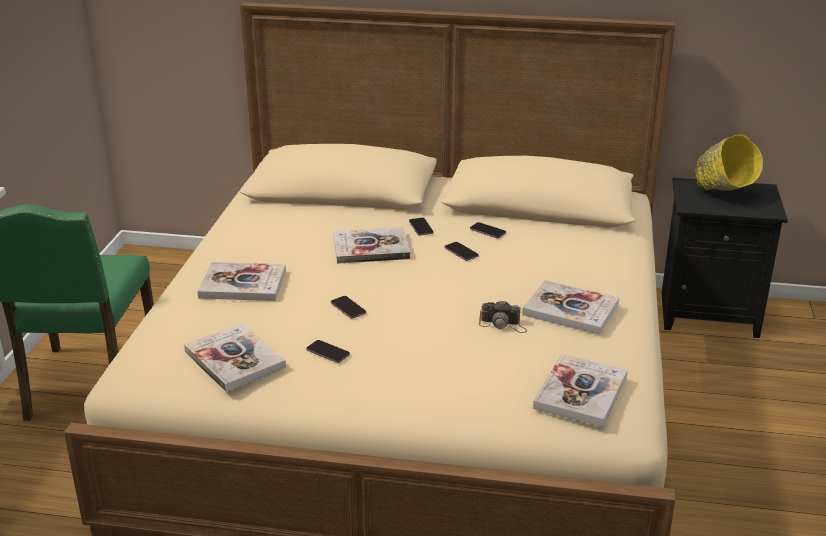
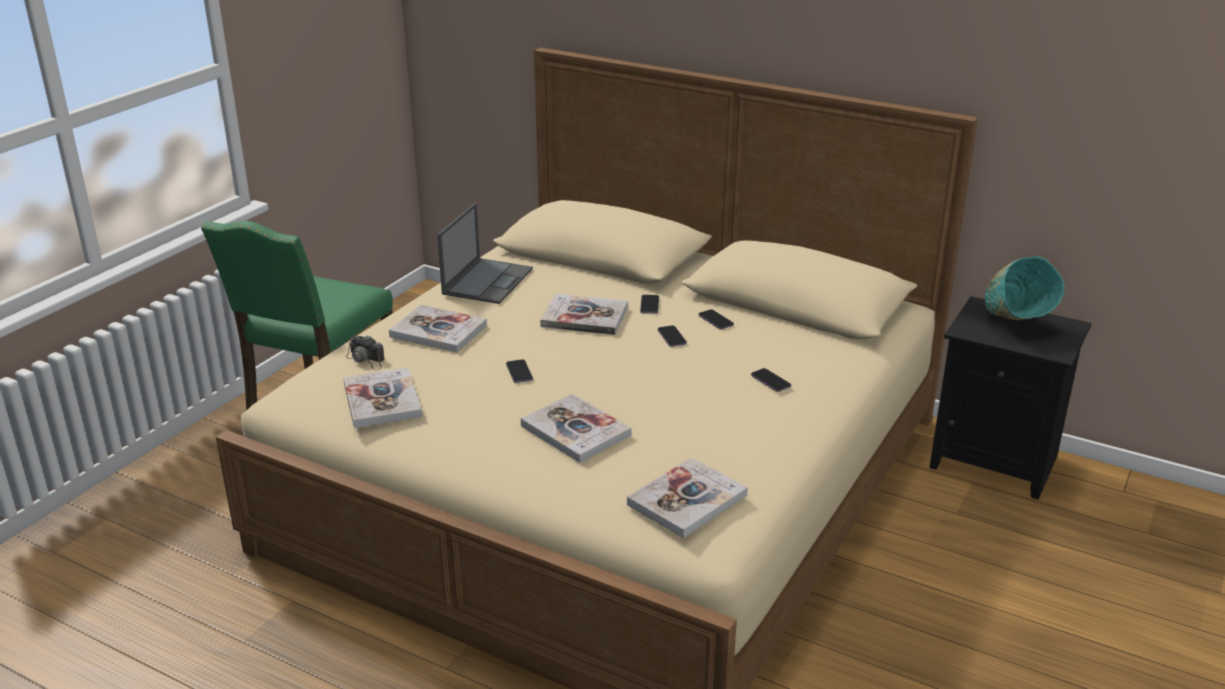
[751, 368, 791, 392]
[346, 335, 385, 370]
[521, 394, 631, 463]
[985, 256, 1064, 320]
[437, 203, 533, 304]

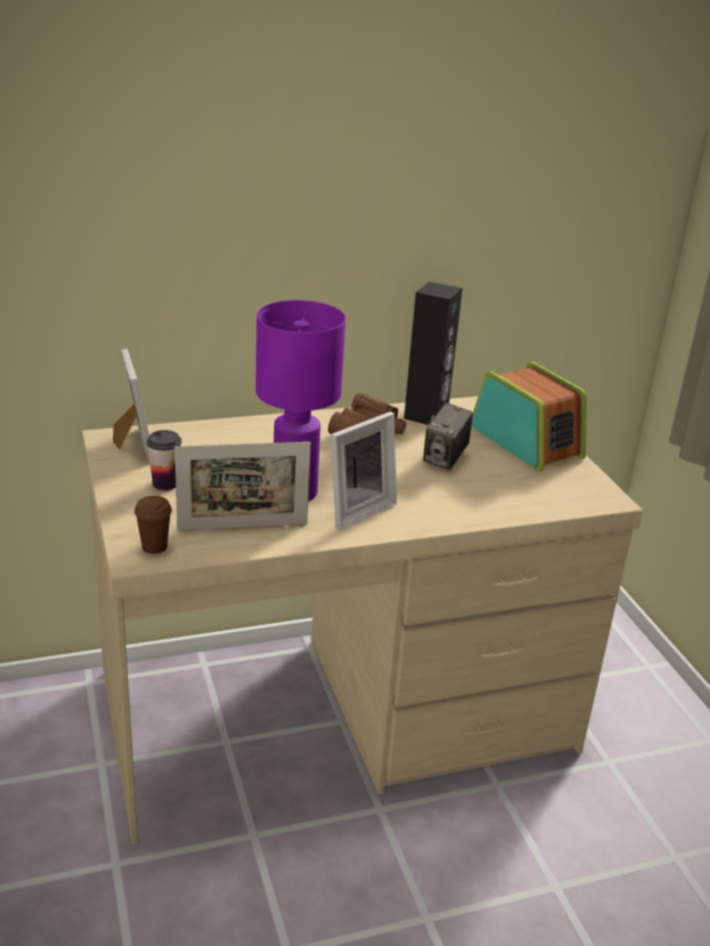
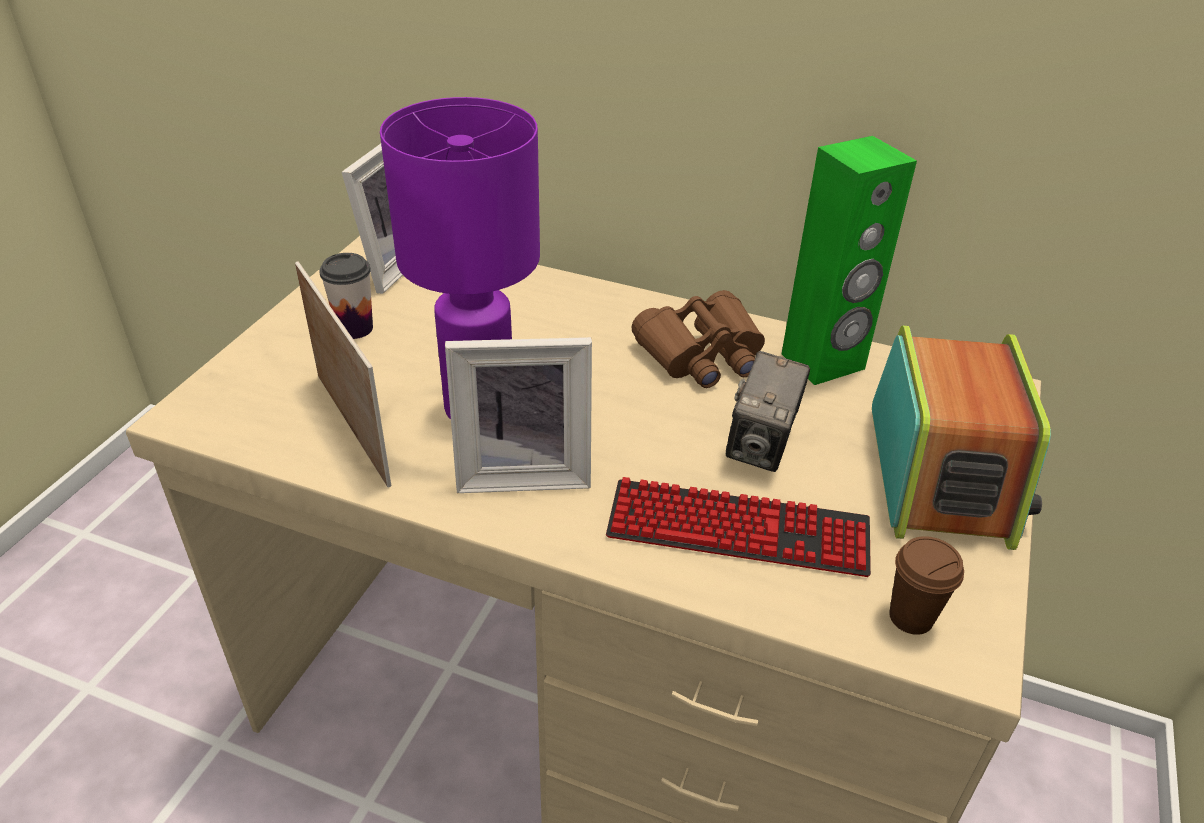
[889, 536, 964, 635]
[295, 261, 391, 488]
[782, 136, 917, 385]
[726, 351, 810, 472]
[606, 477, 871, 577]

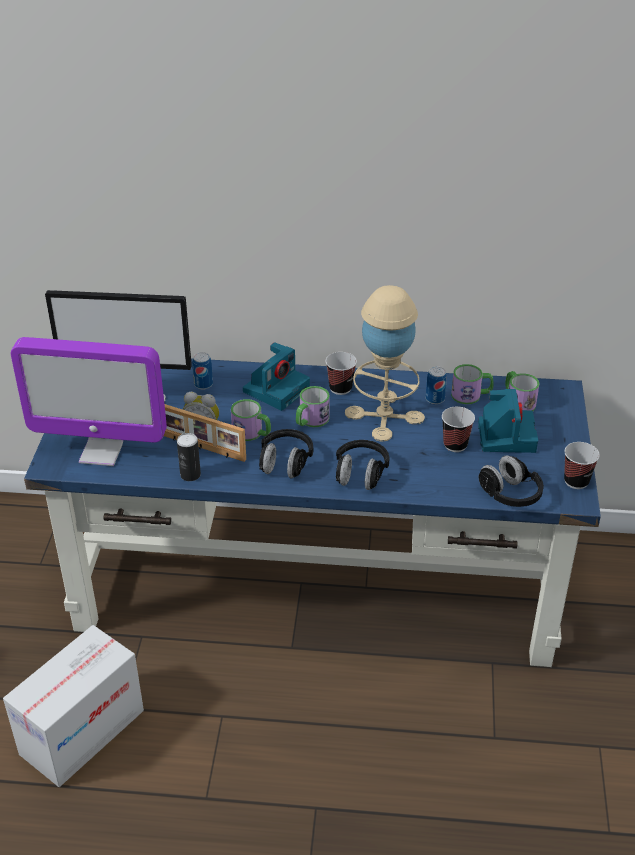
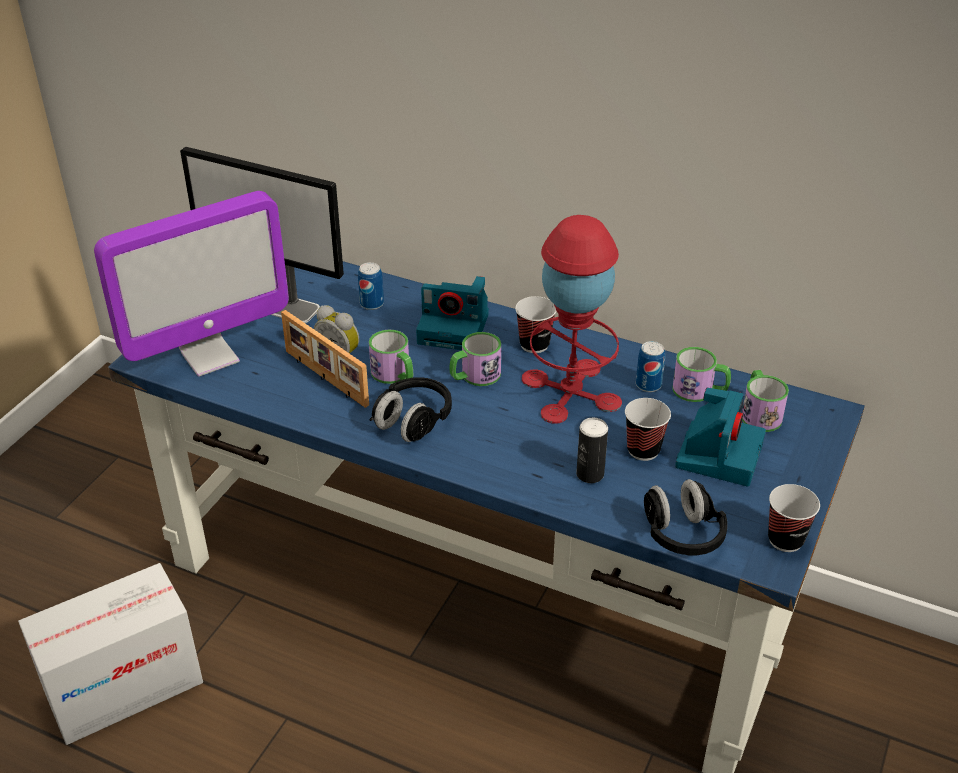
[94, 191, 289, 377]
[576, 418, 608, 483]
[416, 276, 489, 350]
[336, 440, 389, 490] (first image)
[522, 215, 622, 424]

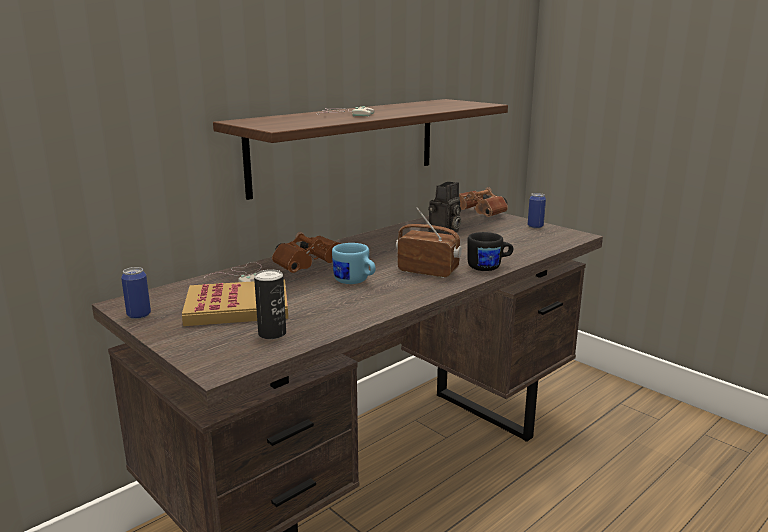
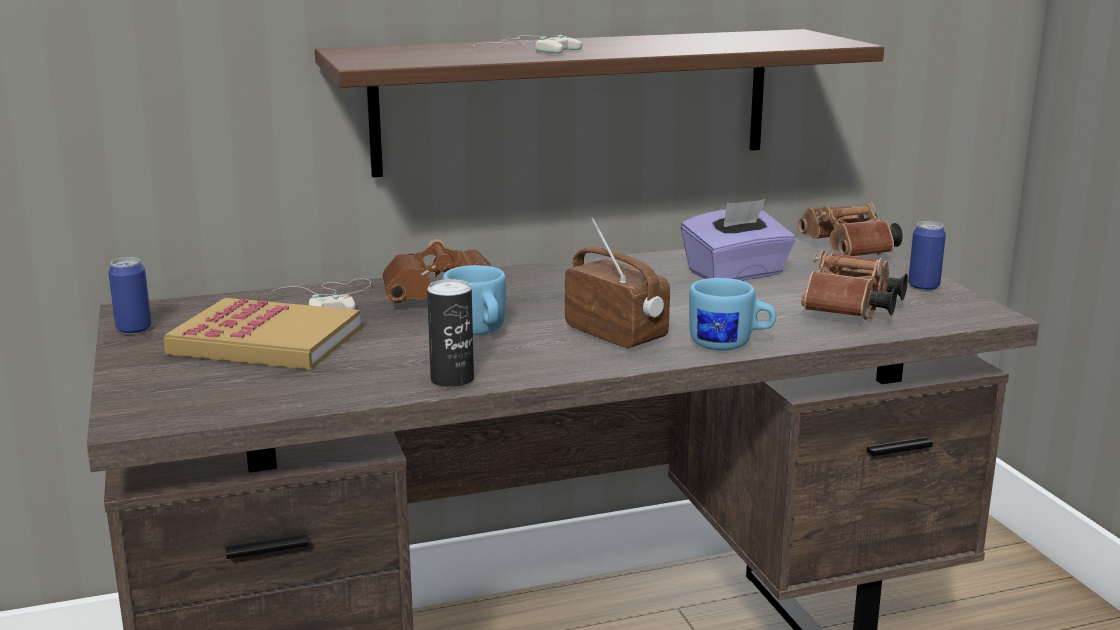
[427, 279, 474, 388]
[681, 199, 796, 281]
[689, 278, 776, 350]
[801, 250, 908, 320]

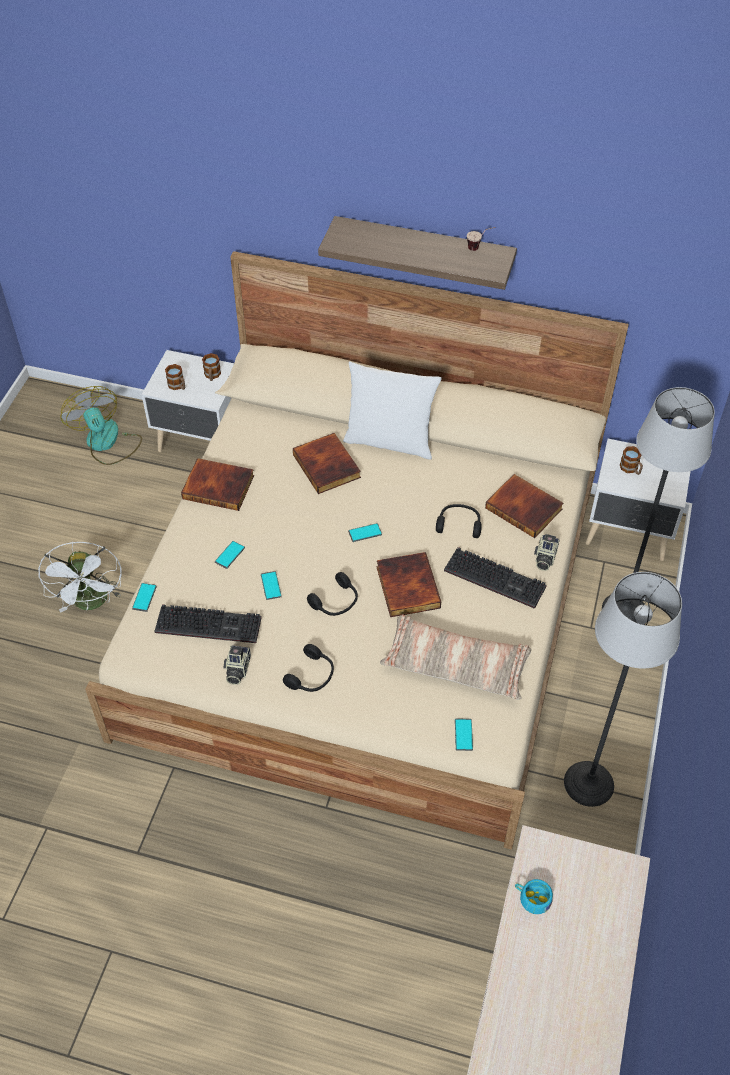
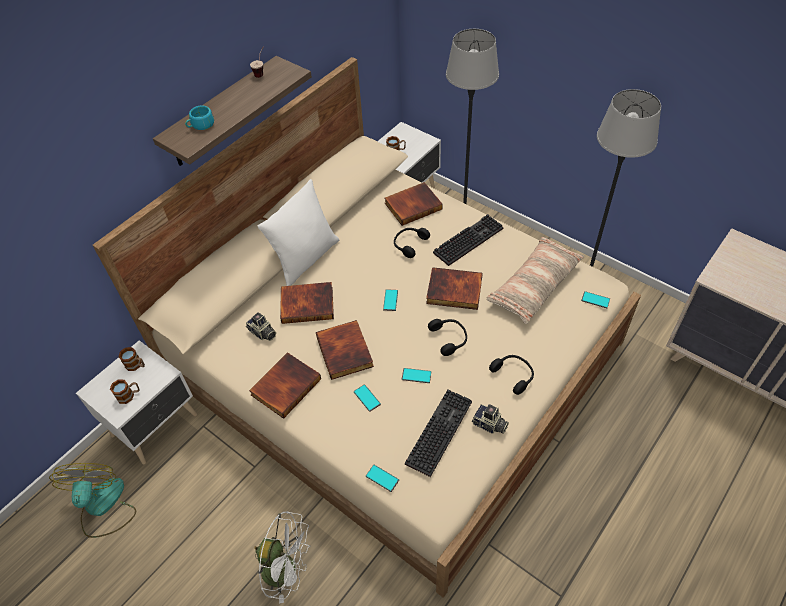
[49, 463, 136, 538]
[185, 105, 214, 130]
[246, 312, 276, 341]
[316, 320, 374, 380]

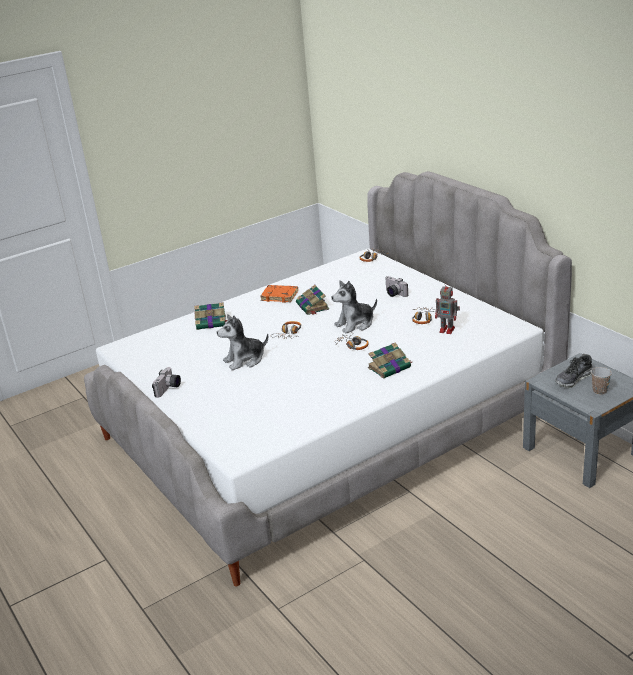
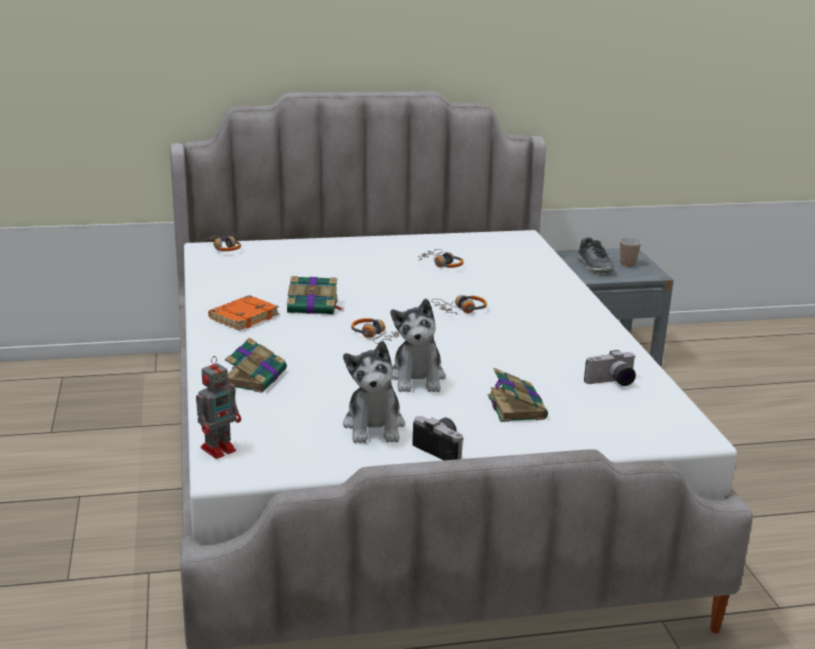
[343, 341, 405, 443]
[488, 368, 548, 422]
[584, 350, 636, 386]
[196, 356, 241, 459]

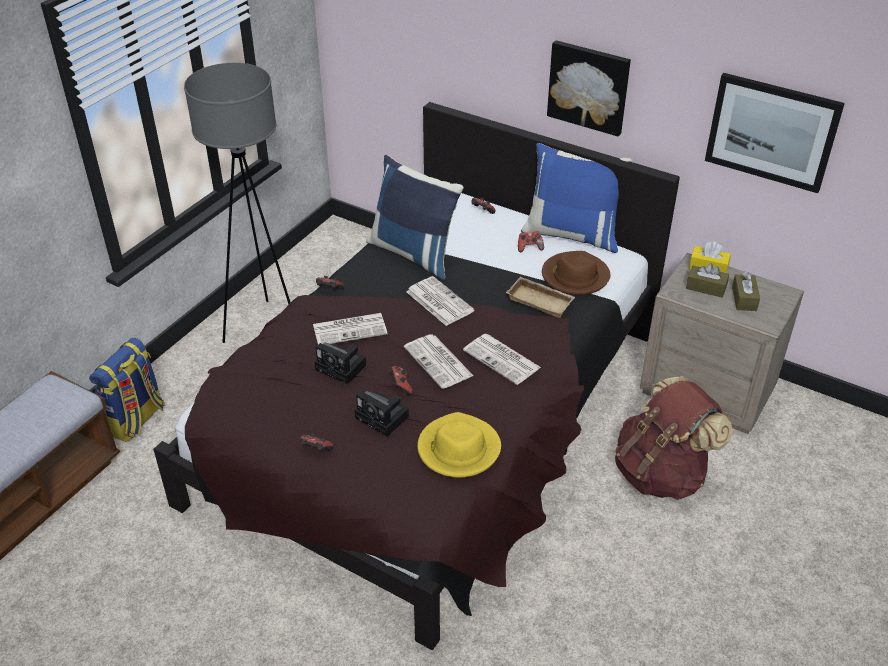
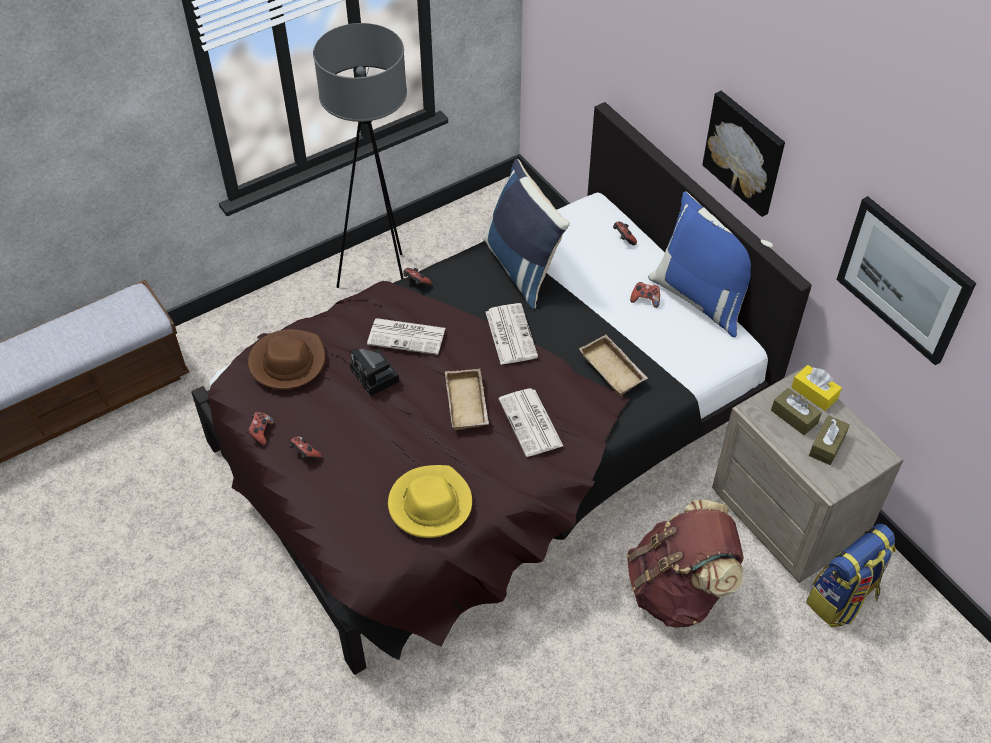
[806, 523, 896, 628]
[355, 391, 409, 436] (first image)
[246, 412, 274, 446]
[445, 369, 489, 431]
[248, 329, 325, 390]

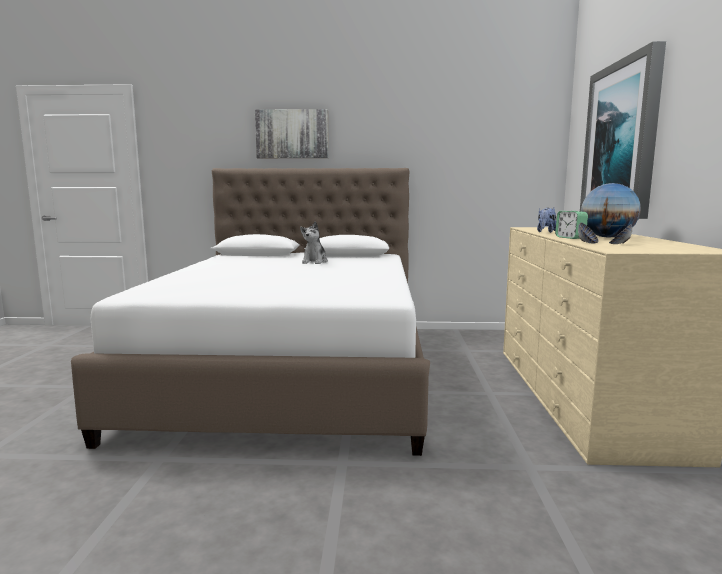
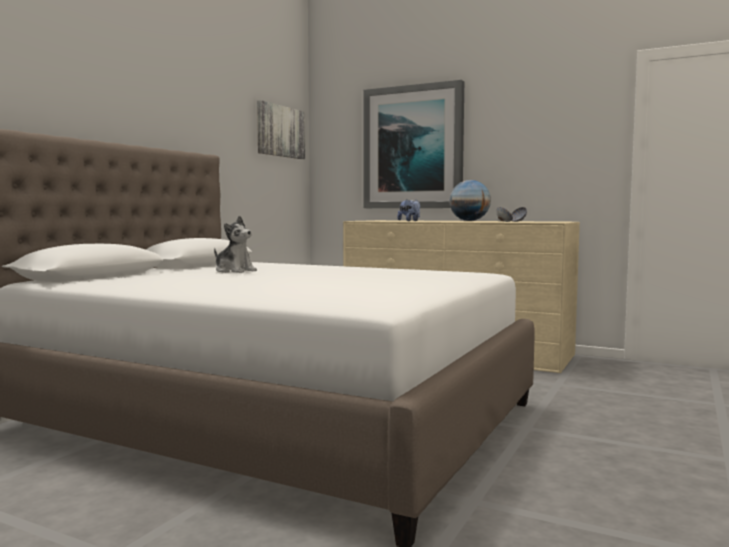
[257, 100, 305, 159]
[555, 211, 588, 239] (first image)

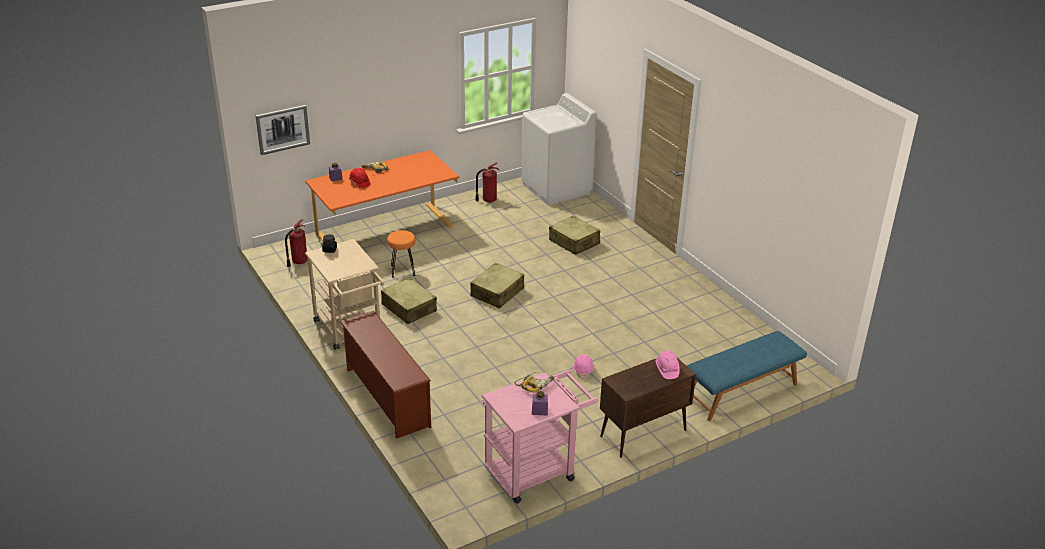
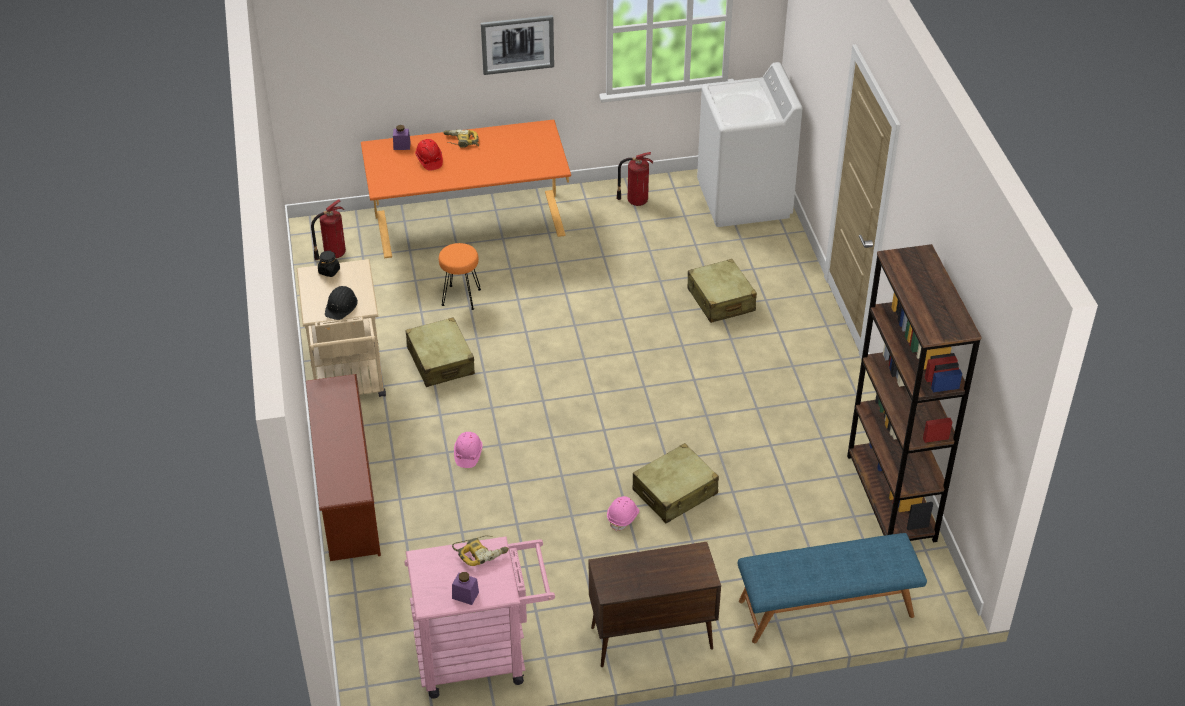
[481, 15, 554, 75]
[632, 443, 719, 523]
[454, 432, 483, 468]
[325, 286, 358, 320]
[847, 244, 982, 542]

